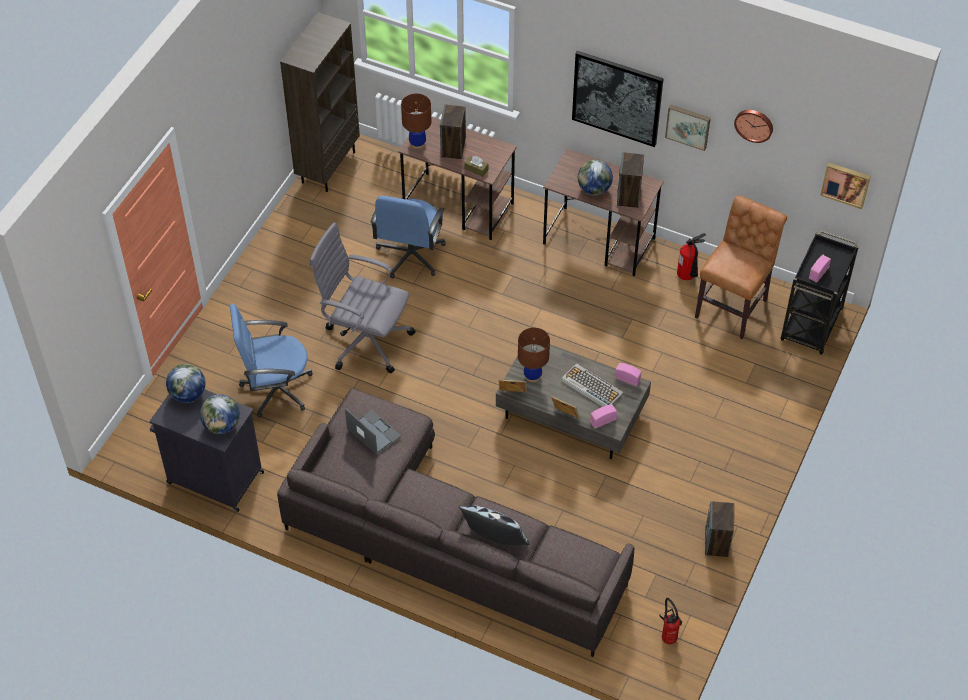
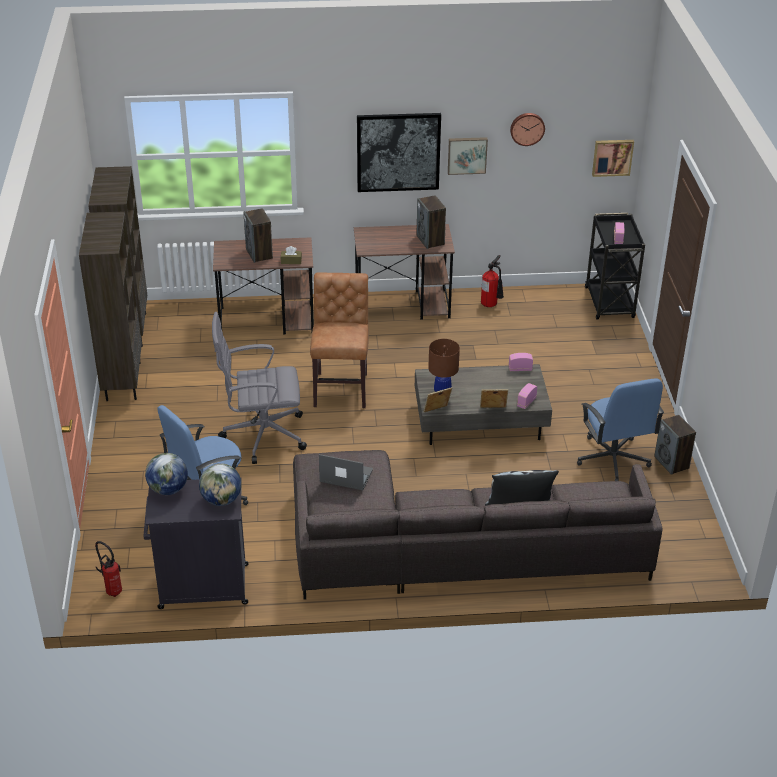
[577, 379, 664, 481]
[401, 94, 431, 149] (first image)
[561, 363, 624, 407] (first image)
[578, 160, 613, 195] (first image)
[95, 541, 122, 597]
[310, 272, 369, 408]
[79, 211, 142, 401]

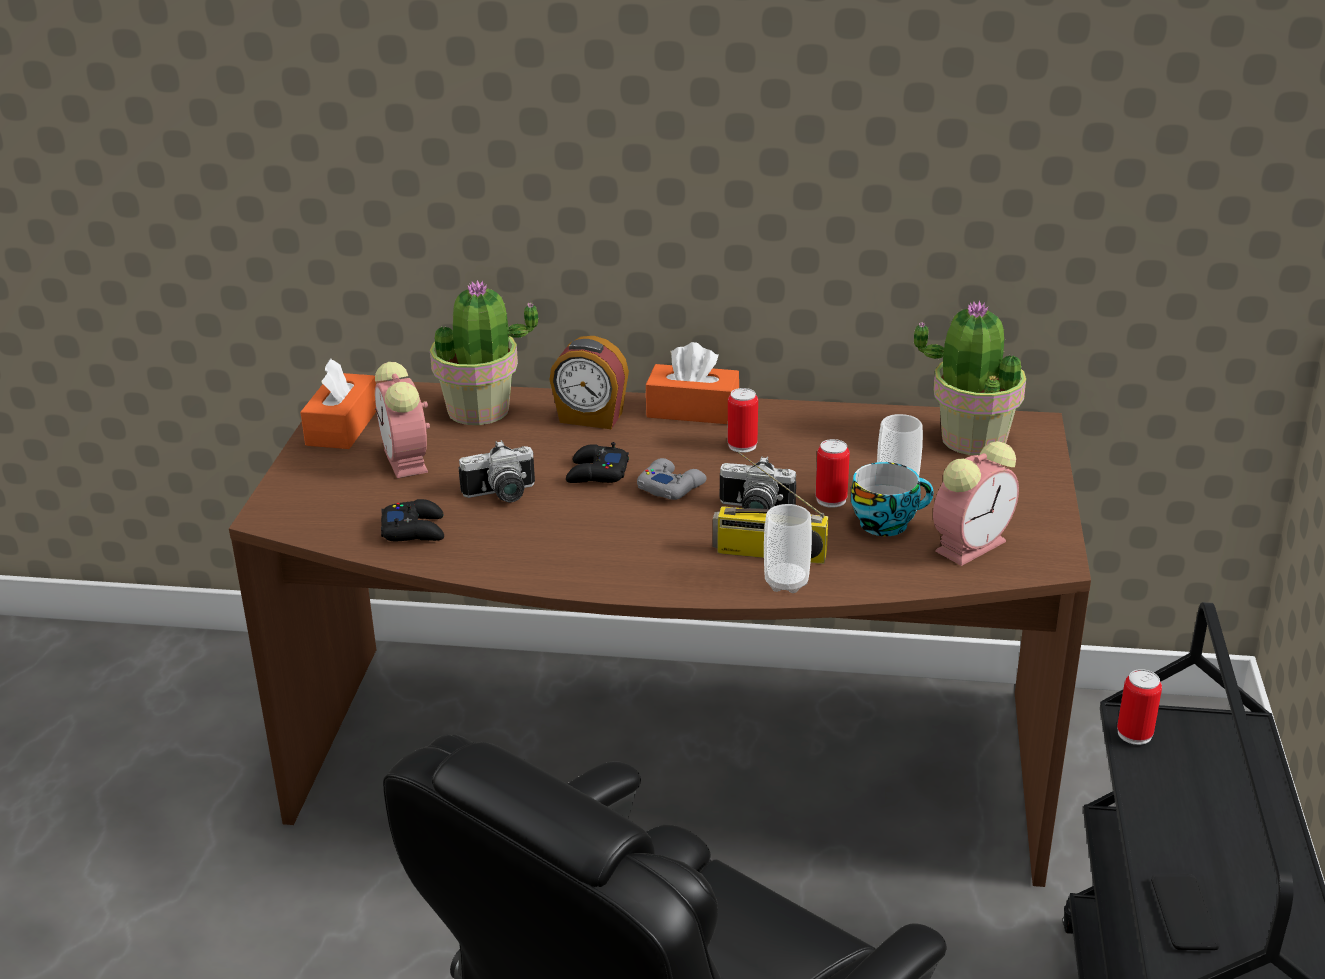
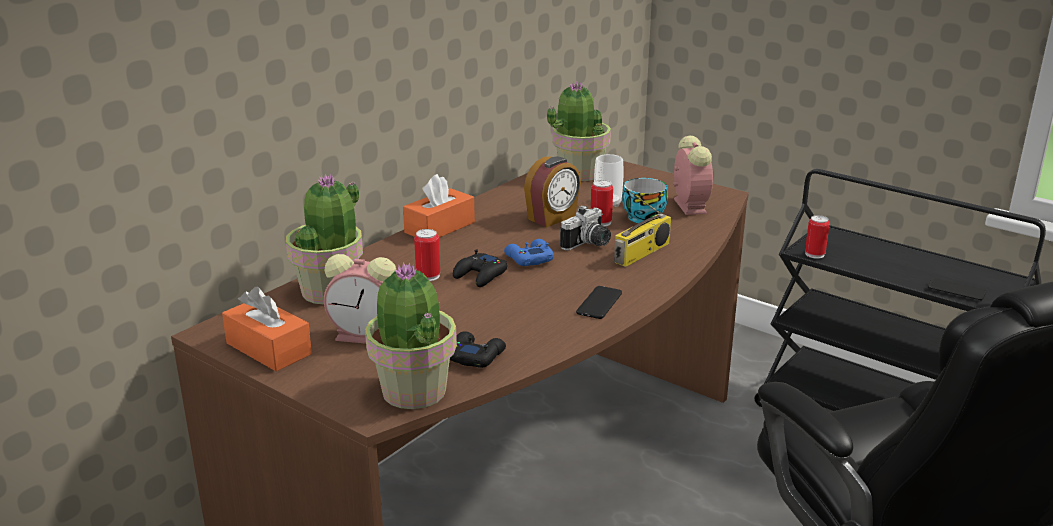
[458, 440, 535, 502] (first image)
[524, 156, 581, 227]
[504, 239, 554, 266]
[414, 229, 440, 281]
[764, 504, 812, 593] (first image)
[365, 262, 457, 409]
[576, 286, 622, 319]

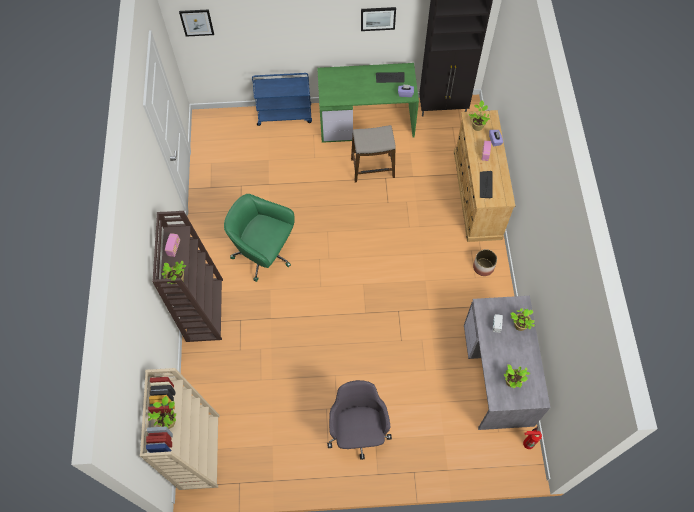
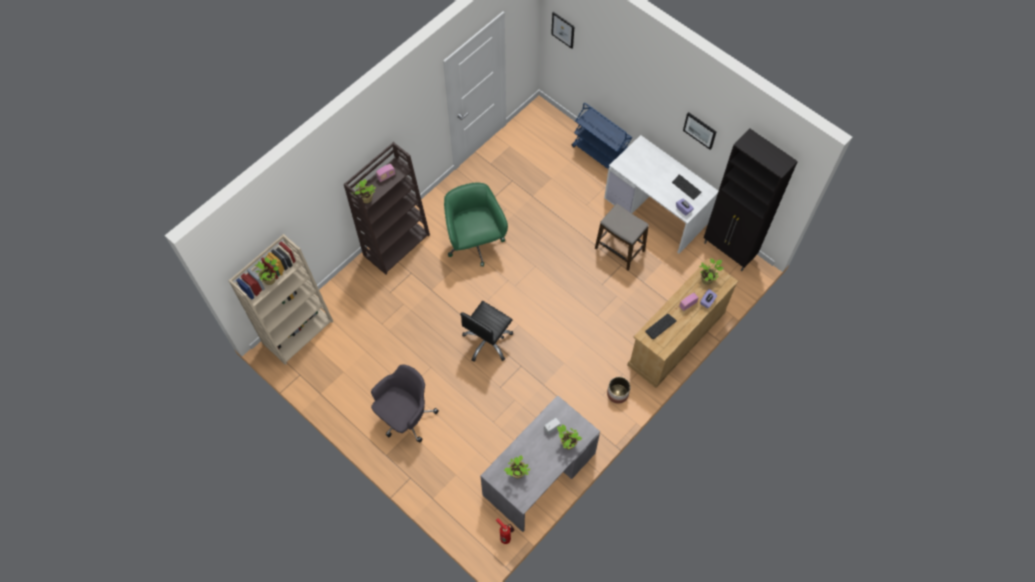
[604, 135, 718, 254]
[460, 301, 513, 362]

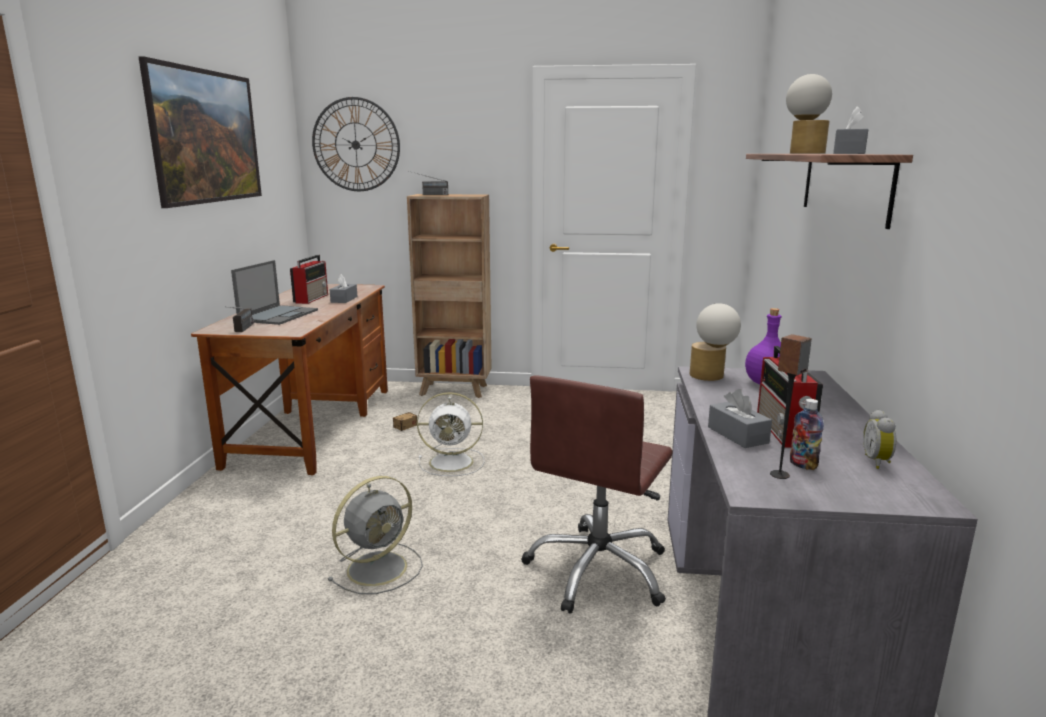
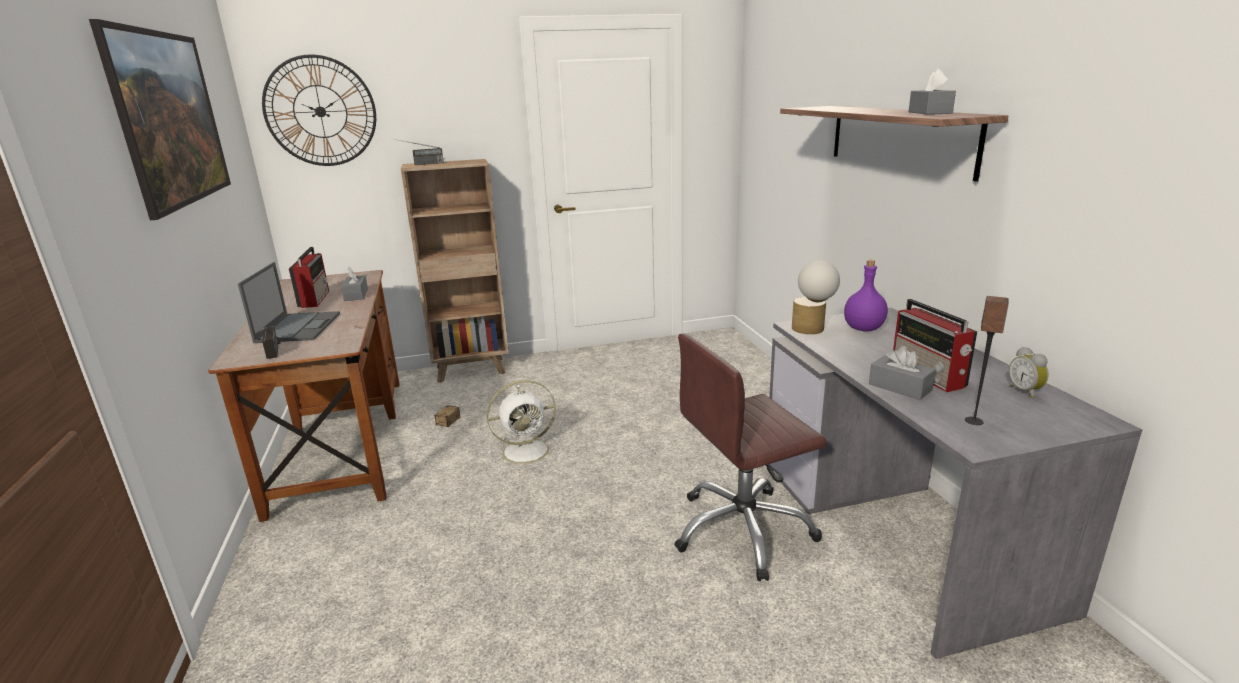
[328, 476, 423, 594] (first image)
[674, 333, 826, 581]
[786, 74, 832, 154] (first image)
[790, 399, 824, 470] (first image)

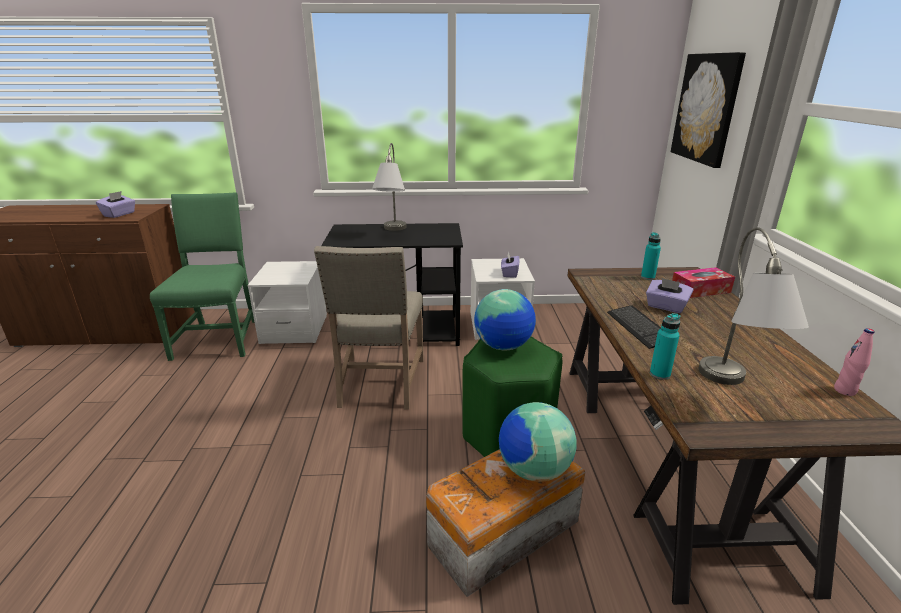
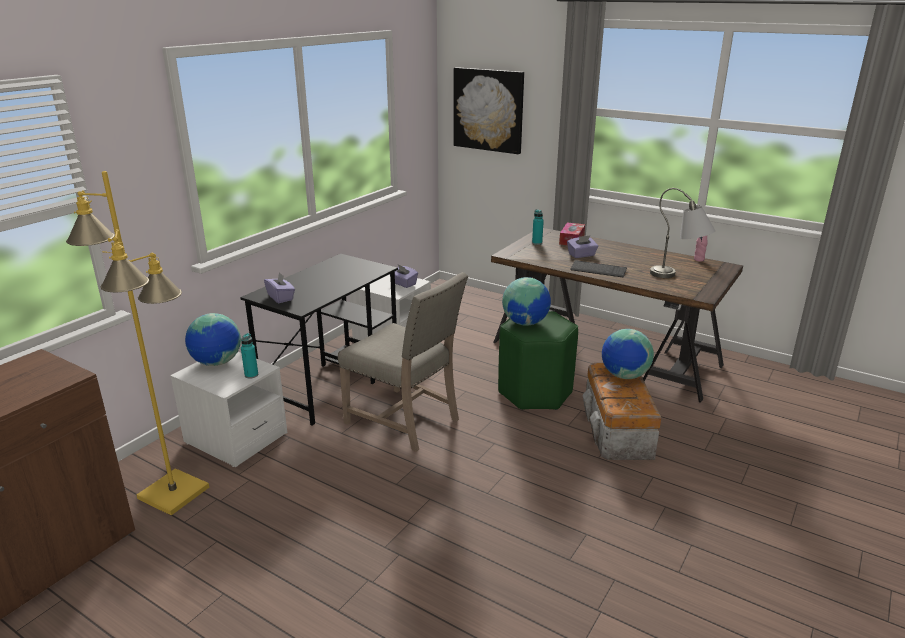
[264, 272, 295, 303]
[66, 171, 209, 515]
[372, 143, 407, 231] (first image)
[241, 333, 258, 379]
[185, 313, 241, 366]

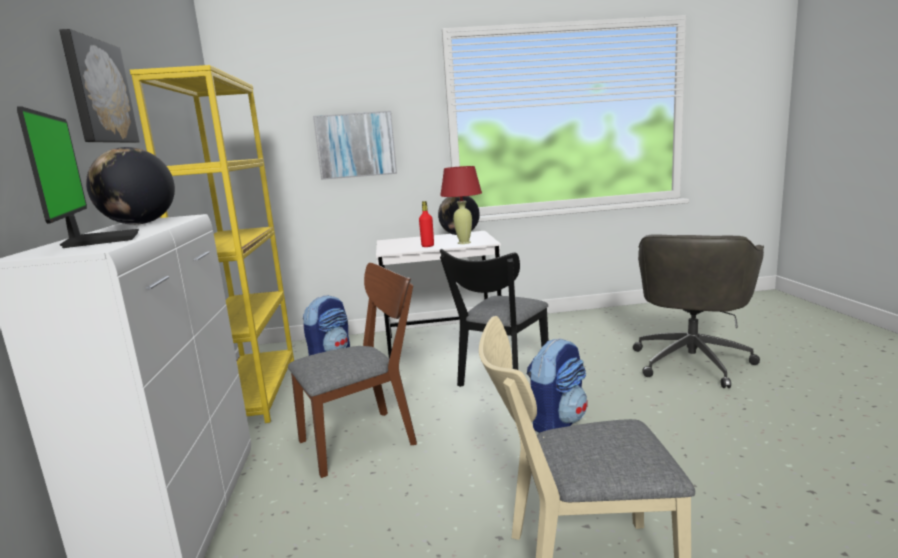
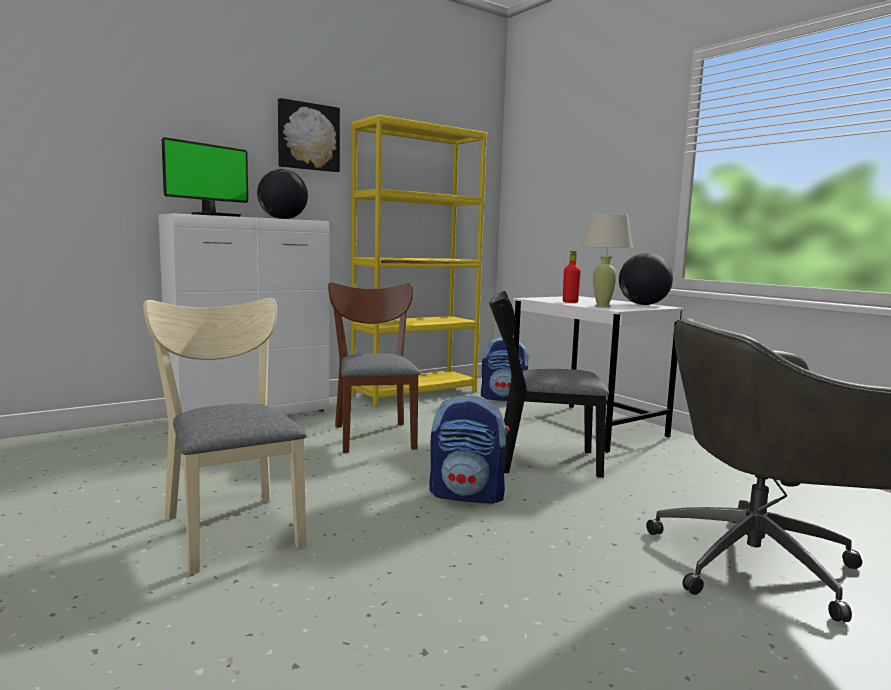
[328, 282, 420, 453]
[313, 111, 397, 180] (first image)
[581, 214, 633, 307]

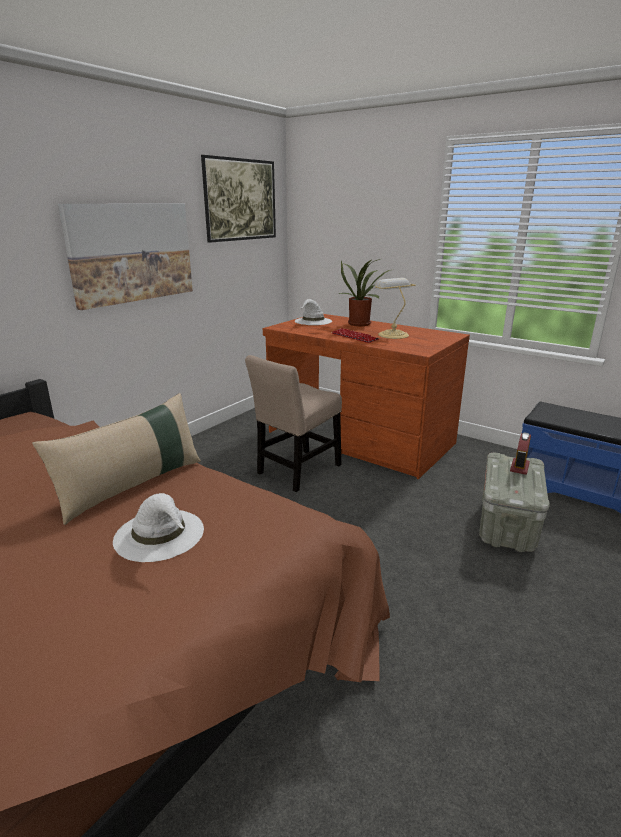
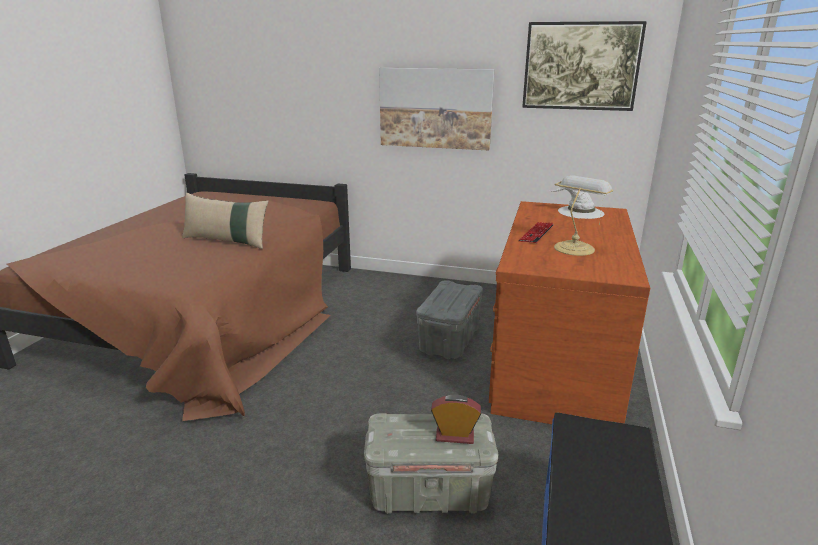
[113, 493, 204, 562] (first image)
[416, 280, 483, 359]
[339, 259, 390, 326] (first image)

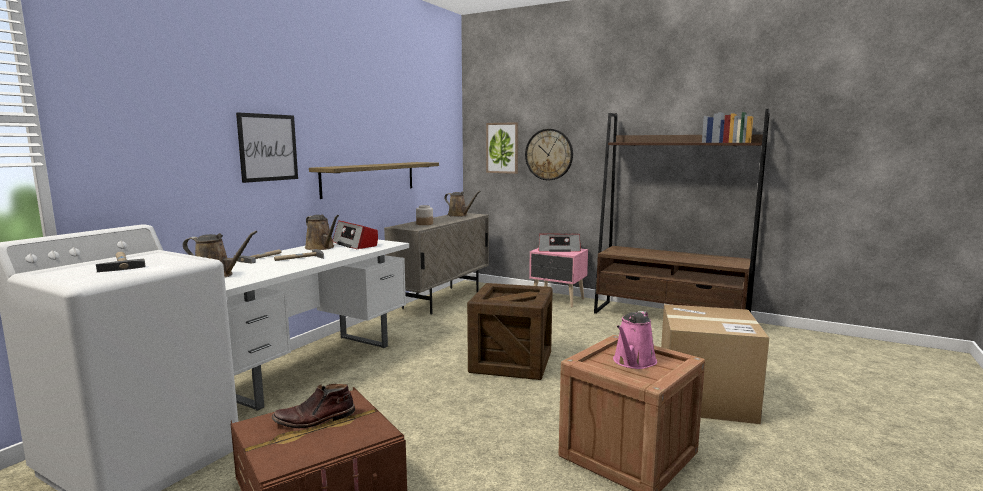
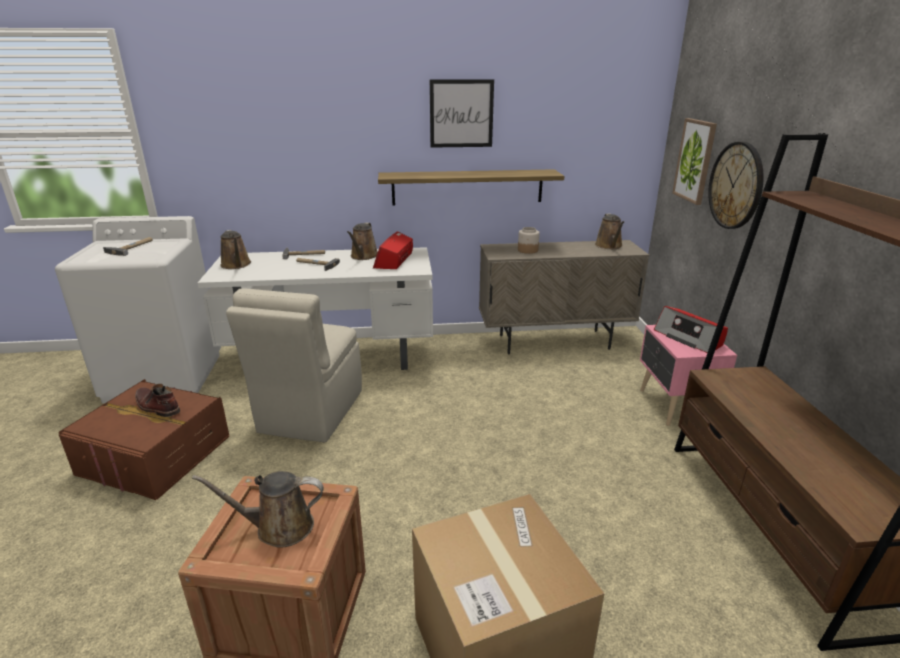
[430, 79, 494, 148]
[467, 283, 553, 380] (first image)
[192, 471, 324, 548]
[226, 288, 362, 442]

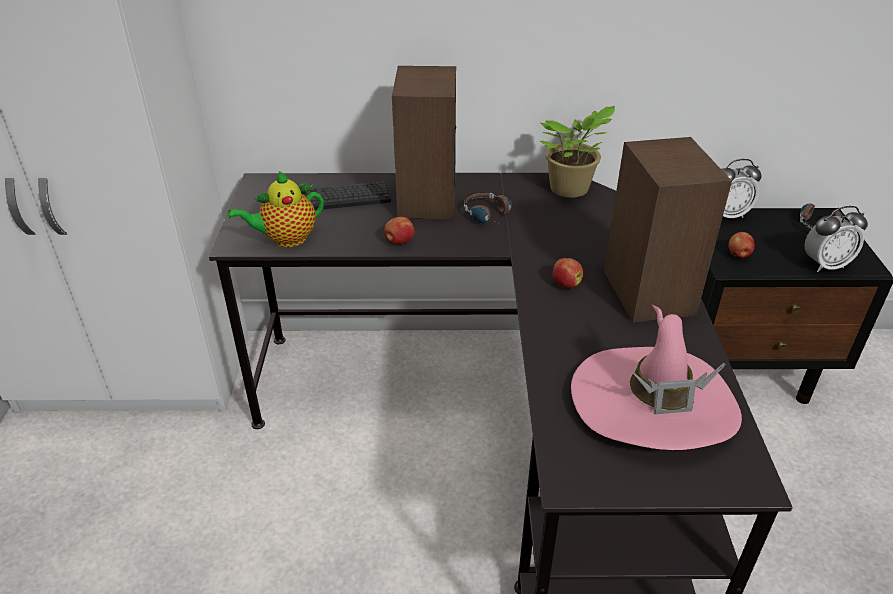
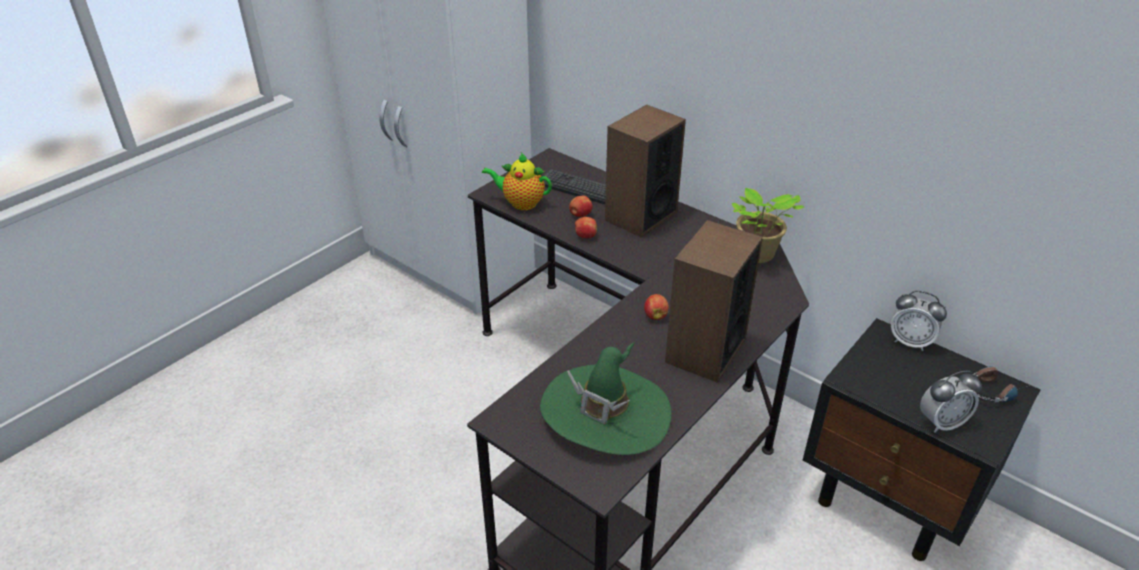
[464, 193, 512, 226] (first image)
[540, 342, 671, 455]
[569, 196, 593, 217]
[920, 370, 982, 433]

